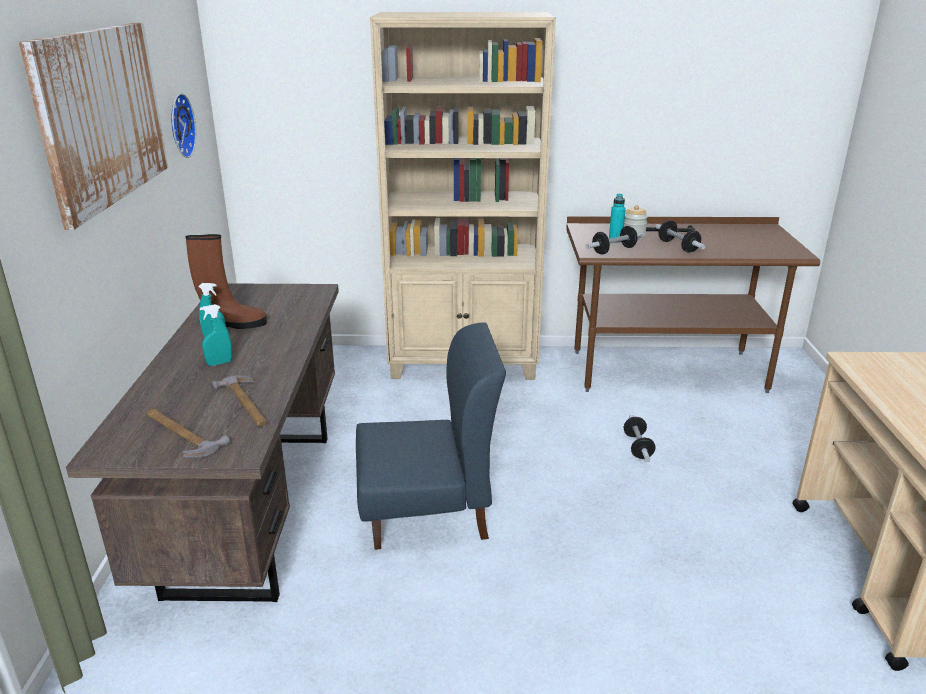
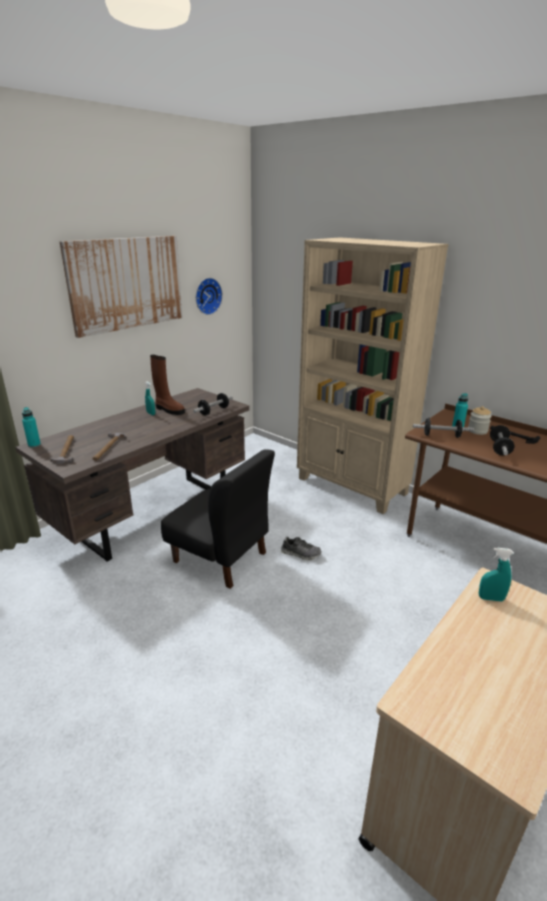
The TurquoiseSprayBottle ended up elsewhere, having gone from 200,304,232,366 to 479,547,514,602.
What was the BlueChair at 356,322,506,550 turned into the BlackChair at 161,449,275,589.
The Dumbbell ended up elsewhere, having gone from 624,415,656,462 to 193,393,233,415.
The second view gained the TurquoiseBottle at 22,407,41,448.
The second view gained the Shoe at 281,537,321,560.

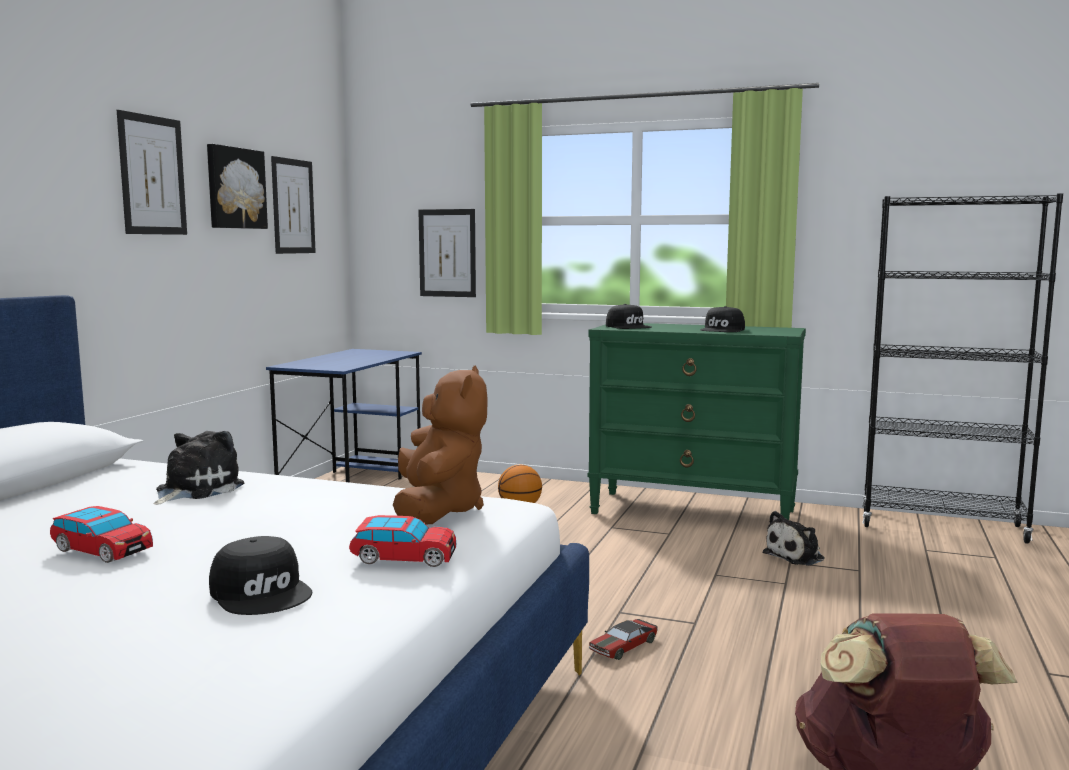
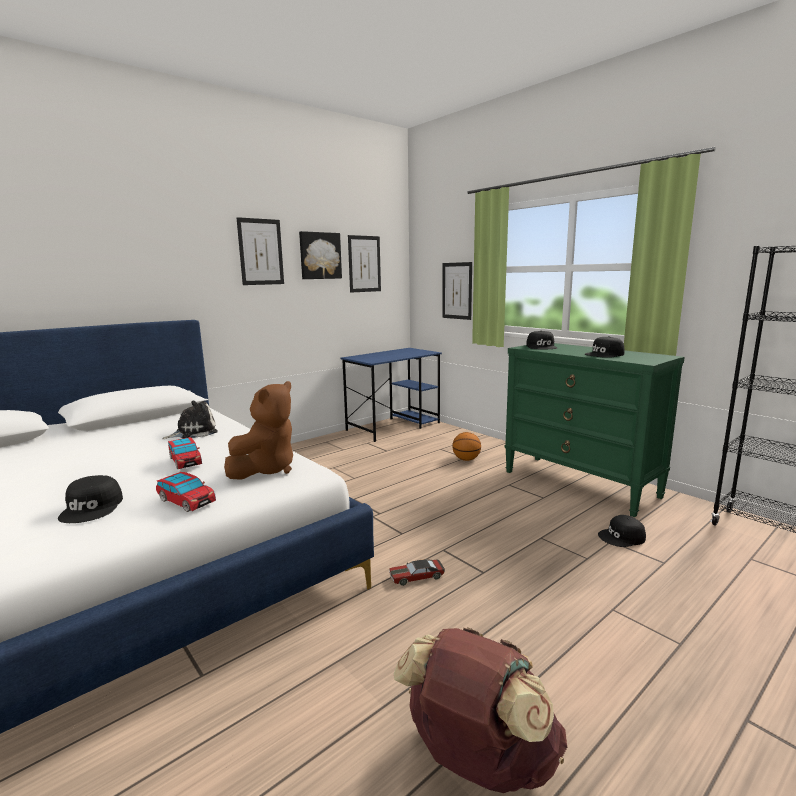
The ToyCar ended up elsewhere, having gone from 50,506,153,563 to 168,437,202,469.
Where the PlushToy stood at 763,511,825,566, the BlackCap came to stand at 598,515,646,547.

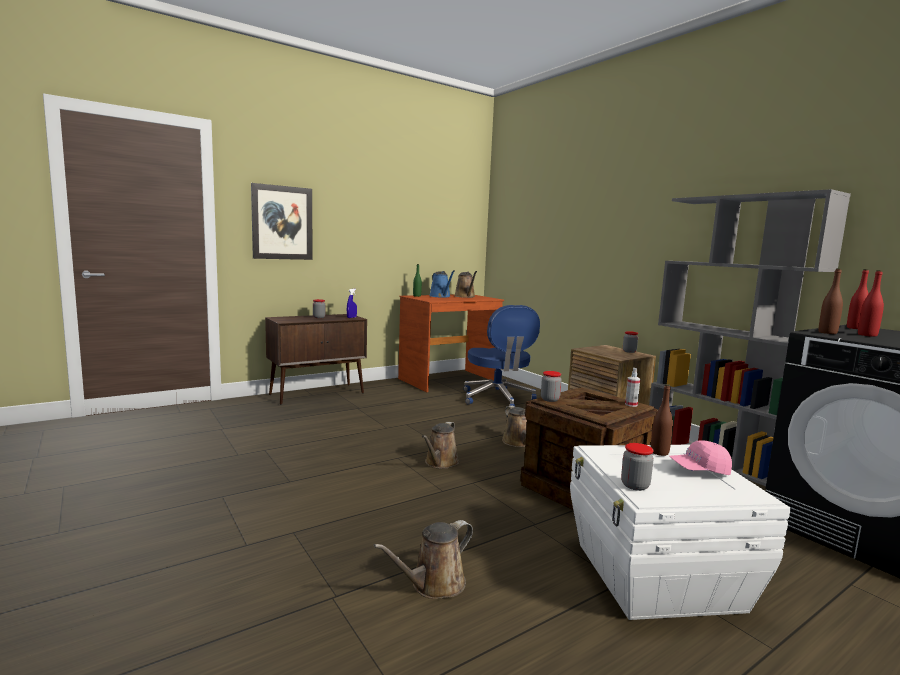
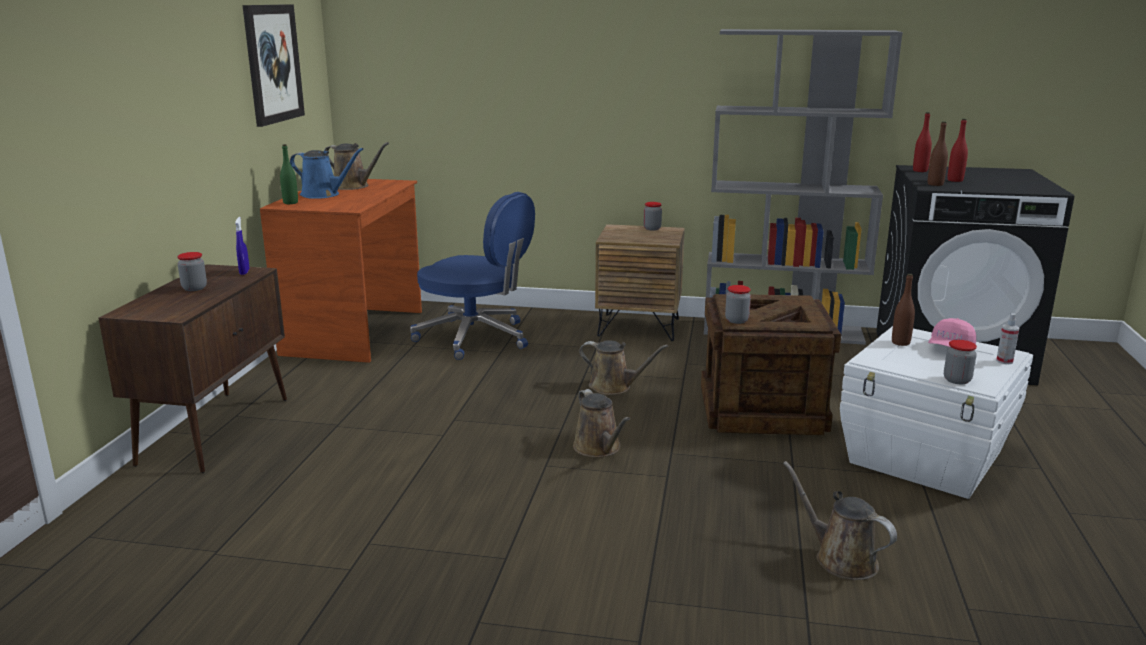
The Picture ended up elsewhere, having gone from 251,183,313,260 to 242,4,305,127.
The SprayBottle ended up elsewhere, having gone from 625,368,640,407 to 996,313,1019,364.
The BrownWateringCan at 373,520,473,599 ended up facing another way, 135 degrees clockwise from before.

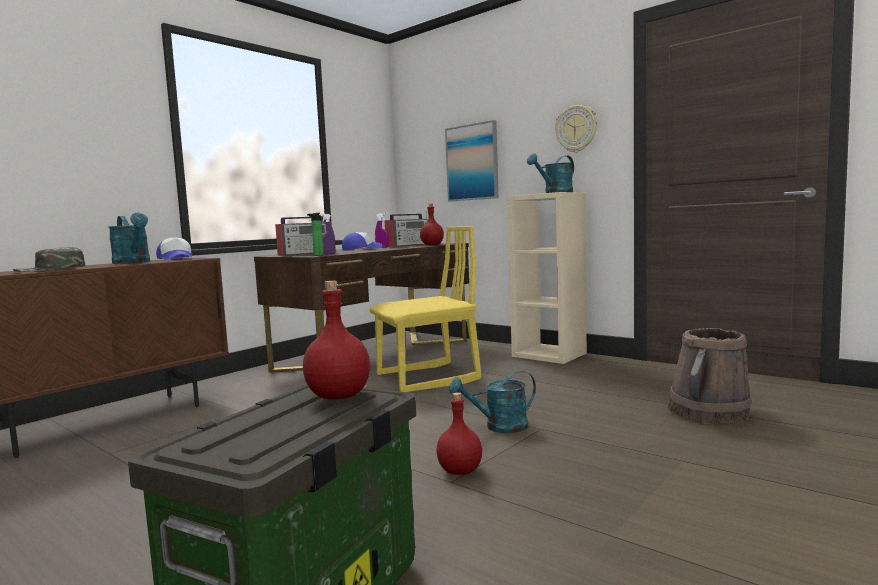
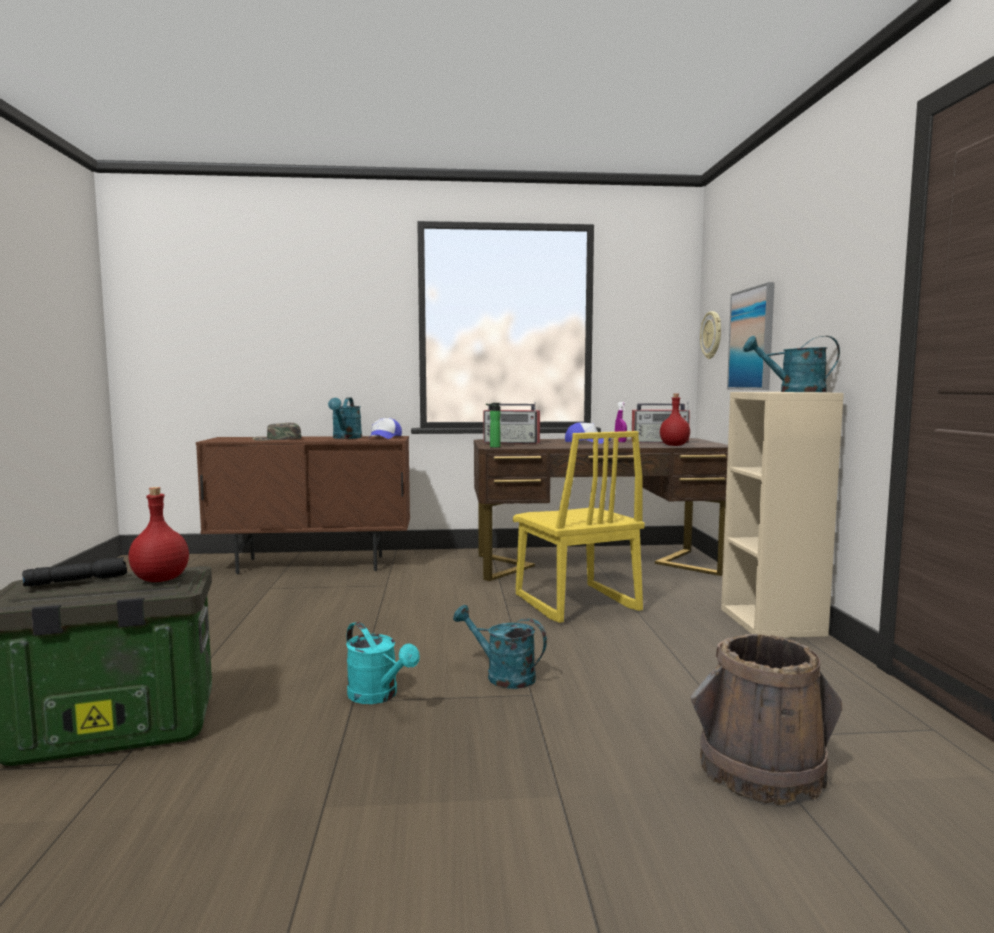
The WallClock ended up elsewhere, having gone from 555,105,598,153 to 700,311,721,359.
The second view lost the PurpleSprayBottle at 321,214,335,255.
The YellowChair at 369,226,482,392 ended up facing another way, 45 degrees clockwise from before.
Where the RedBottle stood at 436,393,482,475, the TurquoiseWateringCan came to stand at 346,622,420,704.
The second view gained the BlackFlashlight at 22,557,127,586.

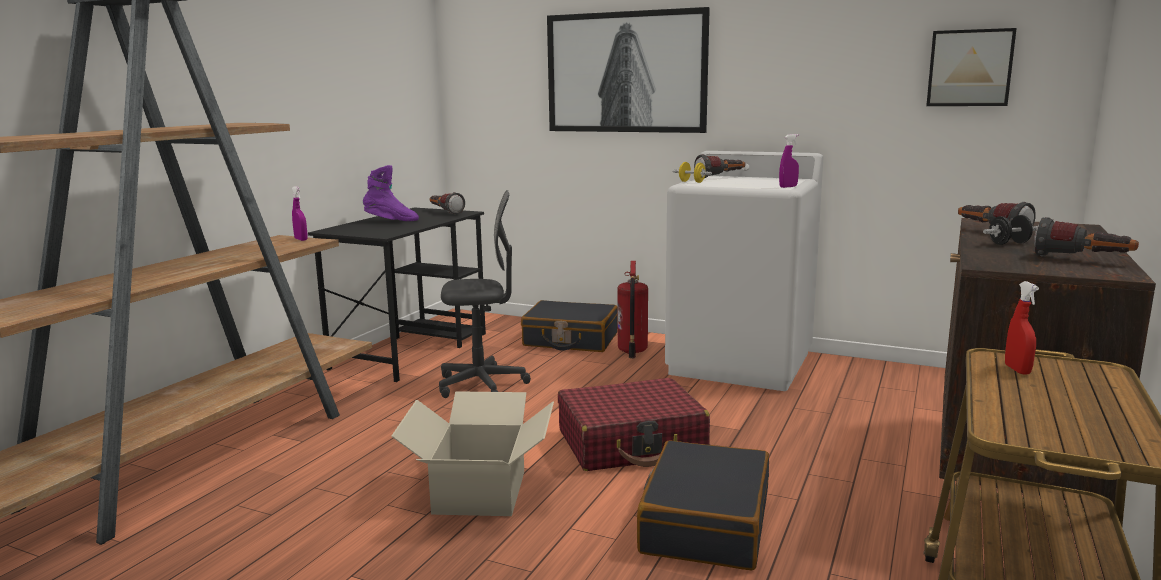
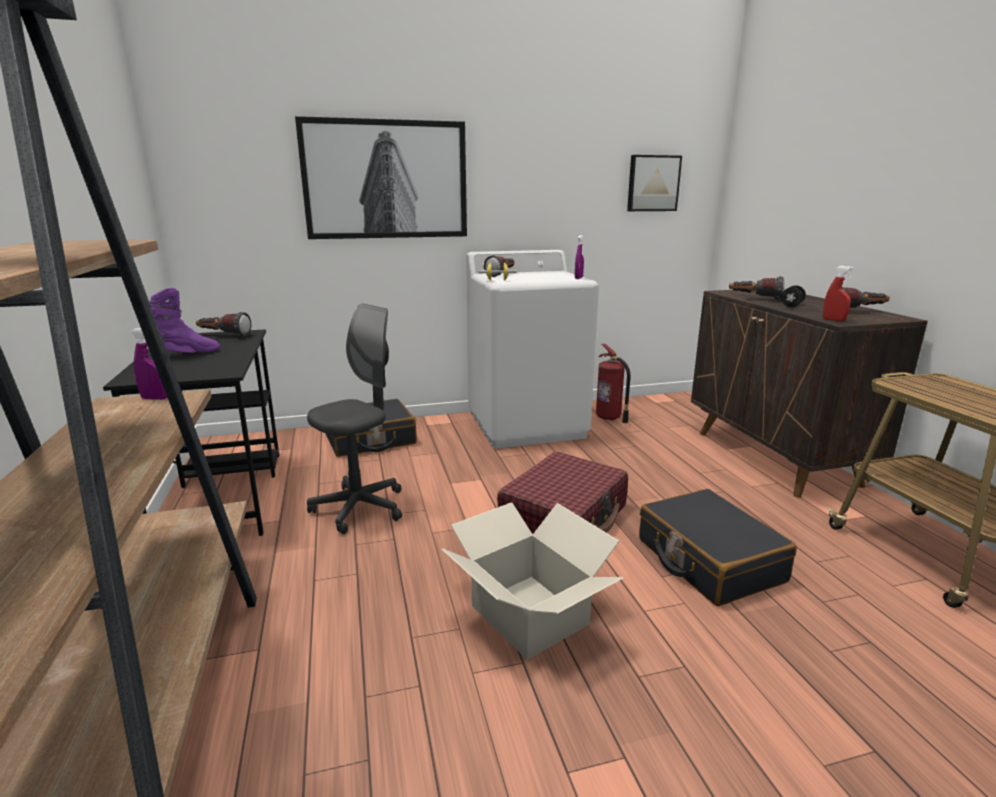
The FireExtinguisher ended up elsewhere, having gone from 618,261,648,359 to 596,344,631,423.
The RedSprayBottle ended up elsewhere, having gone from 1005,281,1039,374 to 823,266,855,321.

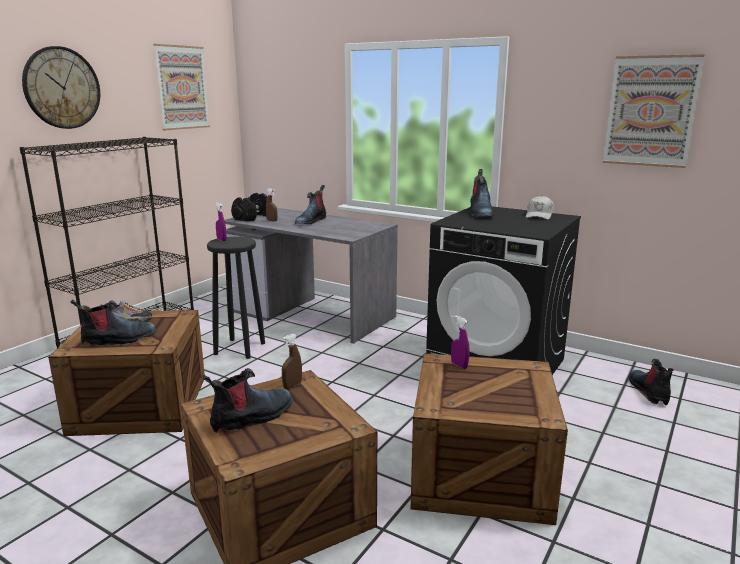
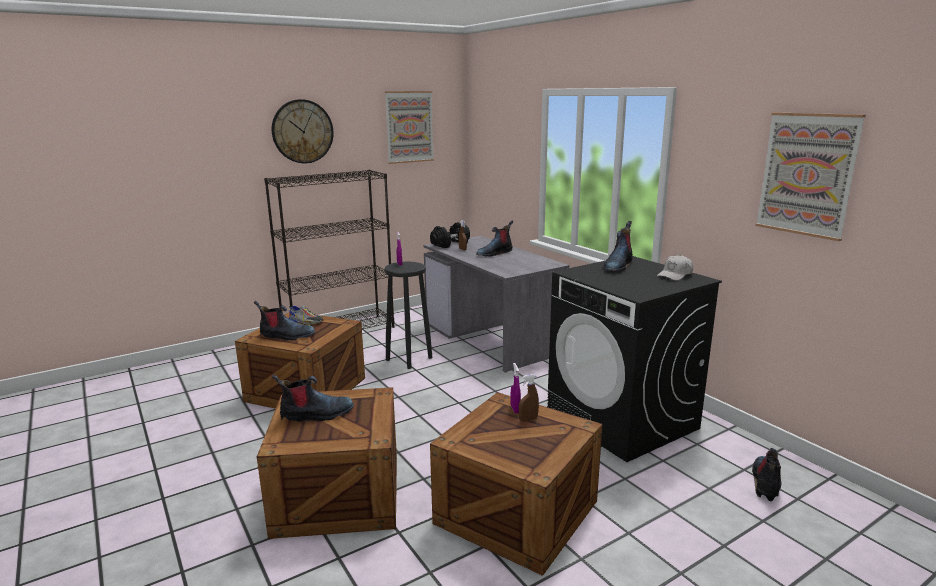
The BrownSprayBottle ended up elsewhere, having gone from 282,334,302,389 to 519,374,539,422.

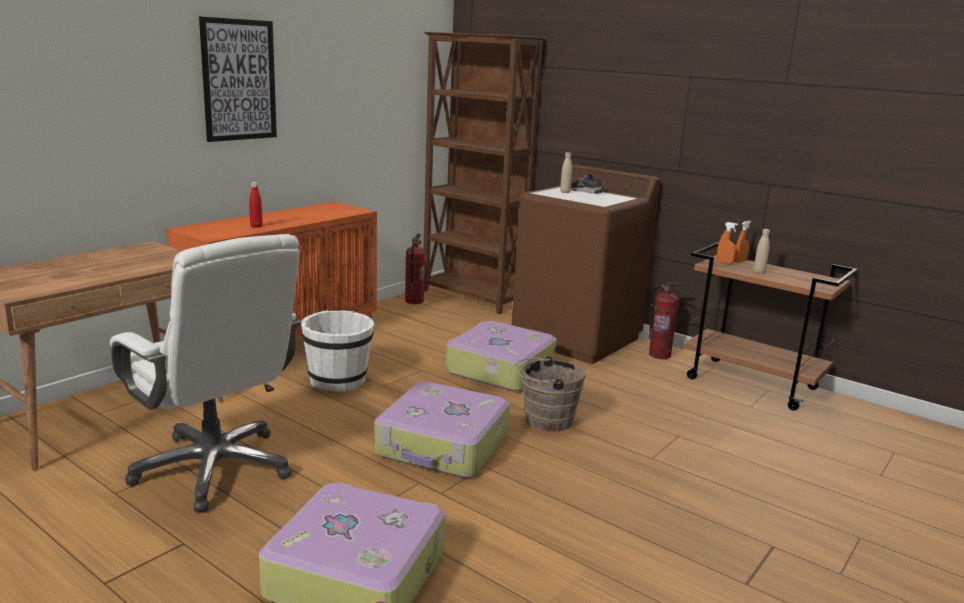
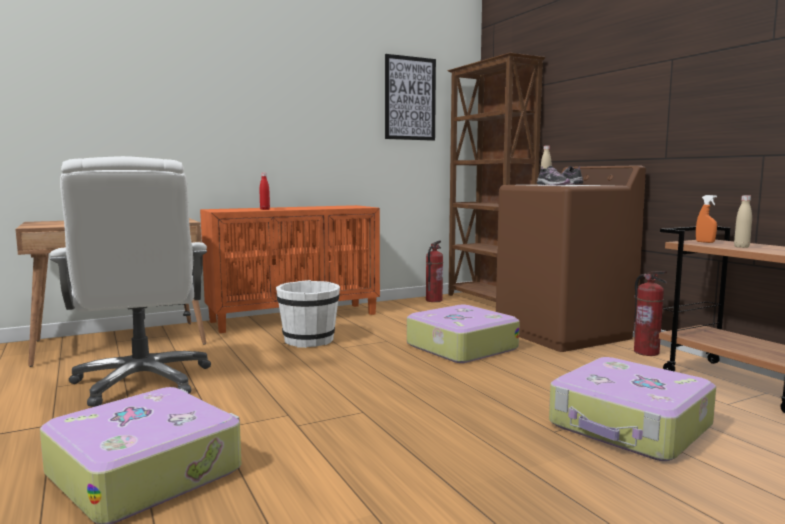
The Picture ended up elsewhere, having gone from 199,17,277,142 to 385,54,436,141.
The second view lost the OrangeSprayBottle at 734,221,751,263.
The second view lost the BrownBucket at 514,356,586,432.
The Suitcase ended up elsewhere, having gone from 375,382,510,478 to 549,357,716,461.
The second view gained the Shoe at 537,166,570,185.

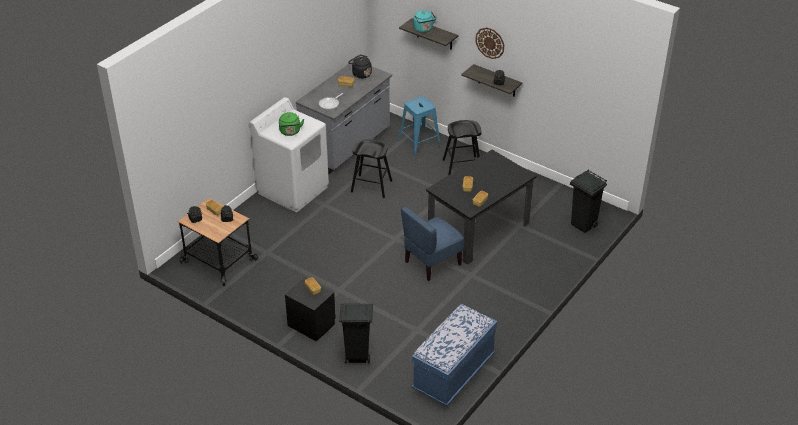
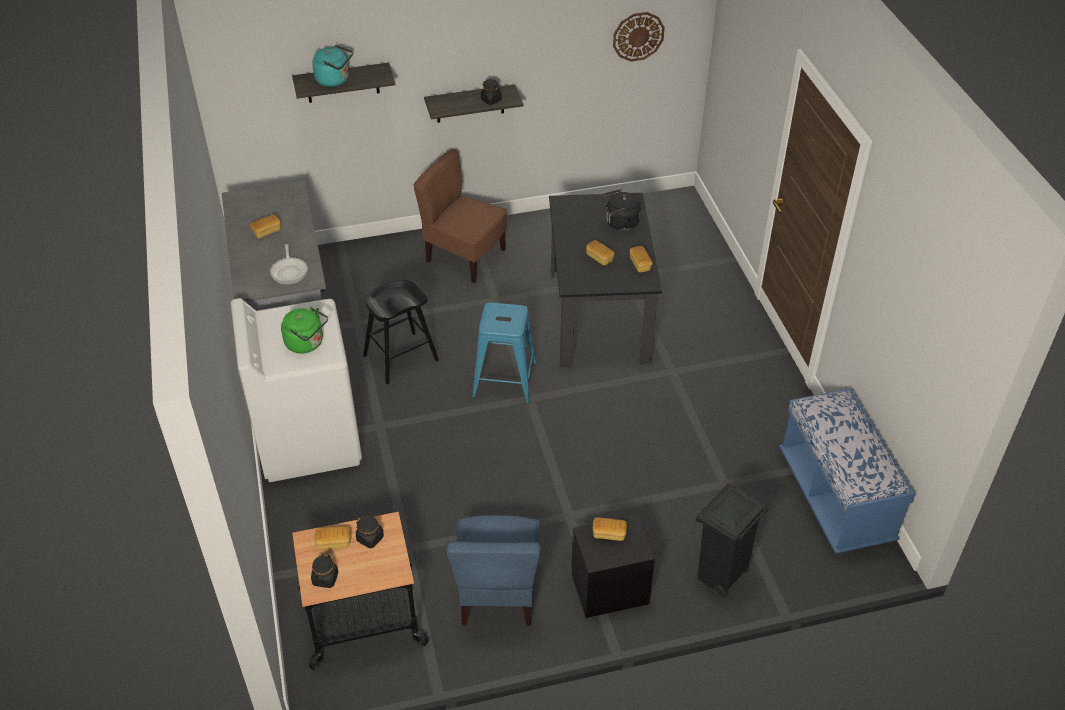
The WallClock ended up elsewhere, having gone from 475,28,504,59 to 613,12,665,62.
The BlackKettle ended up elsewhere, having gone from 348,55,372,79 to 602,189,641,231.
The BlueStool ended up elsewhere, having gone from 398,96,441,156 to 472,302,537,403.
Where the BlackStool stood at 443,120,482,176, the BrownChair came to stand at 413,150,507,283.
The second view lost the BlackTrashCan at 570,170,607,233.
The BlueChair ended up elsewhere, having gone from 401,206,464,281 to 446,515,541,626.

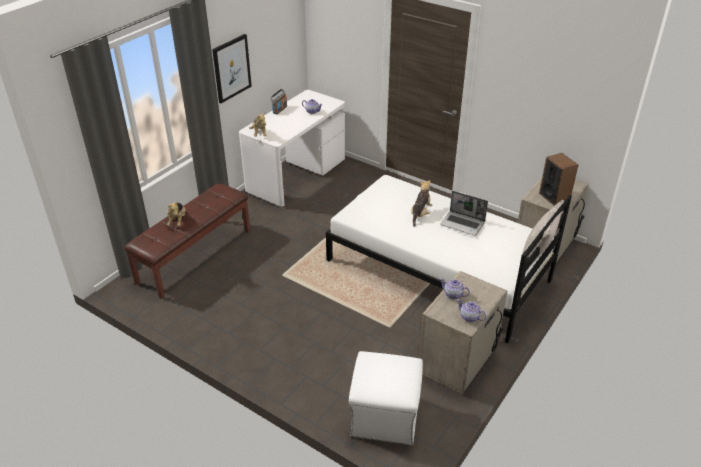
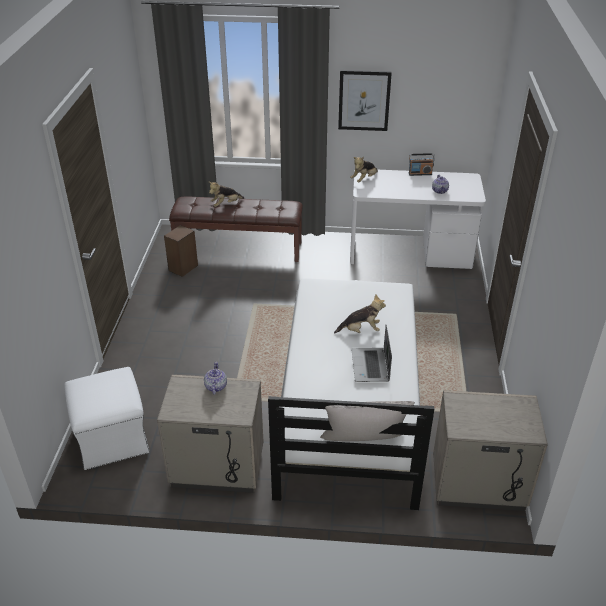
The Speaker ended up elsewhere, having gone from 539,153,578,206 to 164,225,198,277.
The second view lost the Teapot at 457,299,486,322.

